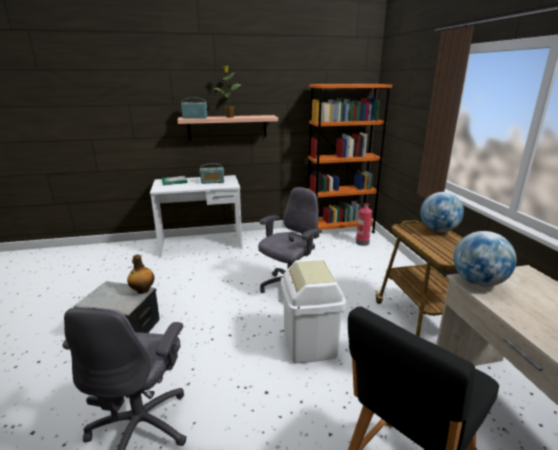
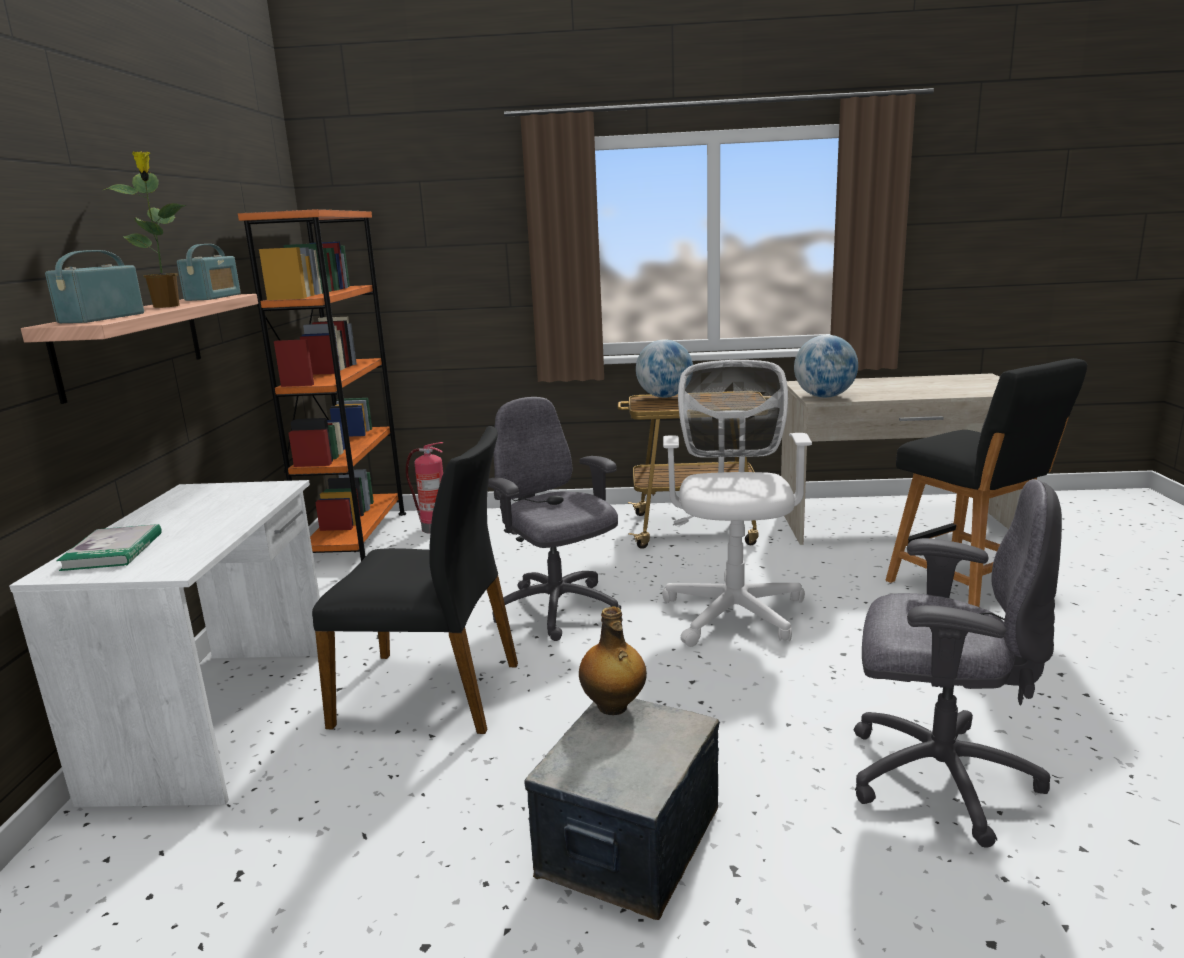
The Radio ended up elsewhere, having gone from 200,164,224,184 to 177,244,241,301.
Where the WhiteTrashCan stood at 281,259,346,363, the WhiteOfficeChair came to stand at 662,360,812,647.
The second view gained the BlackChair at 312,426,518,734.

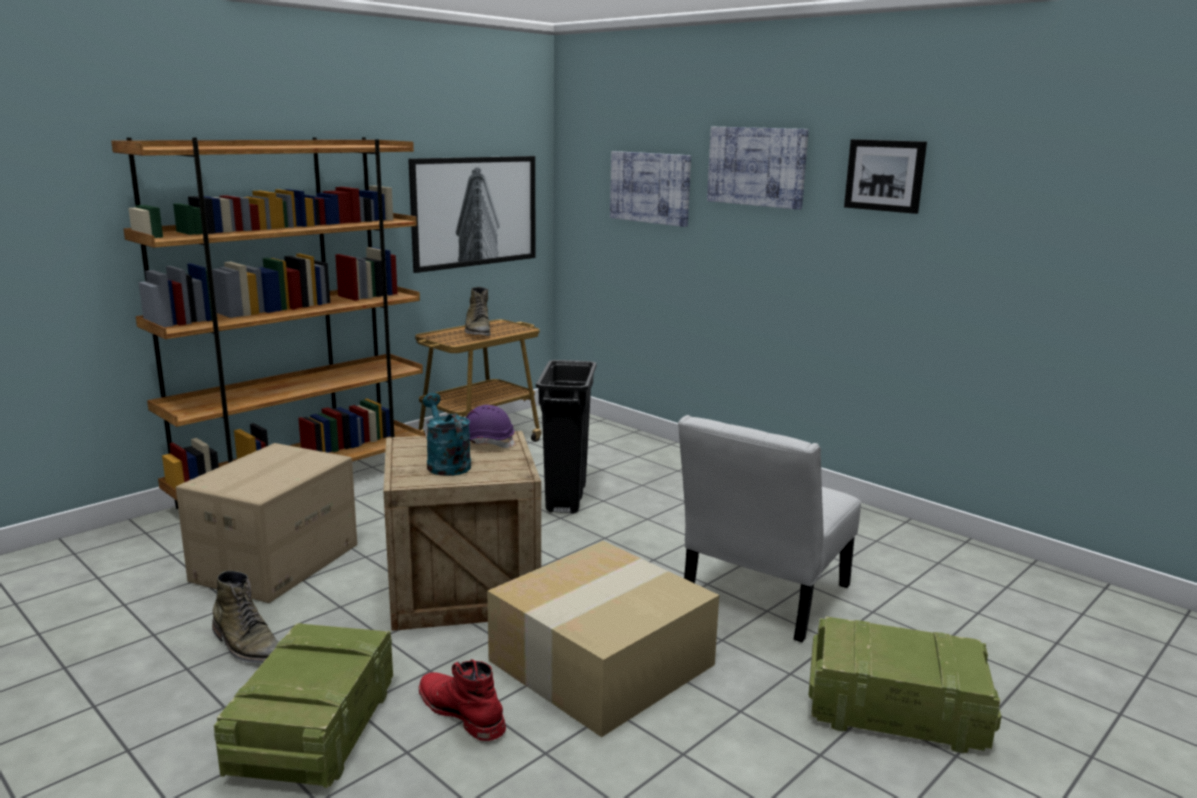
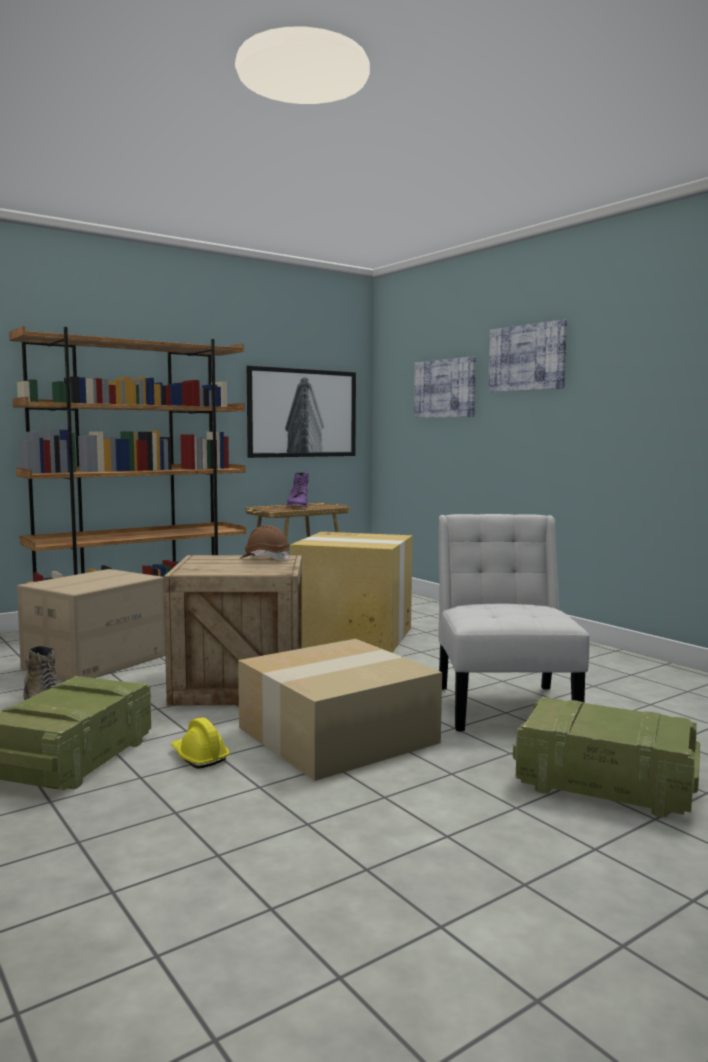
The second view lost the Picture at 844,139,927,214.
What was the GreenBoot at 465,287,491,336 turned into the PurpleBoot at 287,472,309,508.
Where the BlackTrashCan stood at 536,360,597,514, the CardboardBox came to stand at 290,532,413,653.
The second view lost the TurquoiseWateringCan at 422,393,471,476.
What was the PurpleHardHat at 466,405,515,448 turned into the BrownHardHat at 240,525,290,561.
The WhiteChair at 678,415,861,642 ended up facing another way, 135 degrees clockwise from before.
Where the RedBoot stood at 419,659,506,741, the YellowHardHat came to stand at 171,717,230,769.

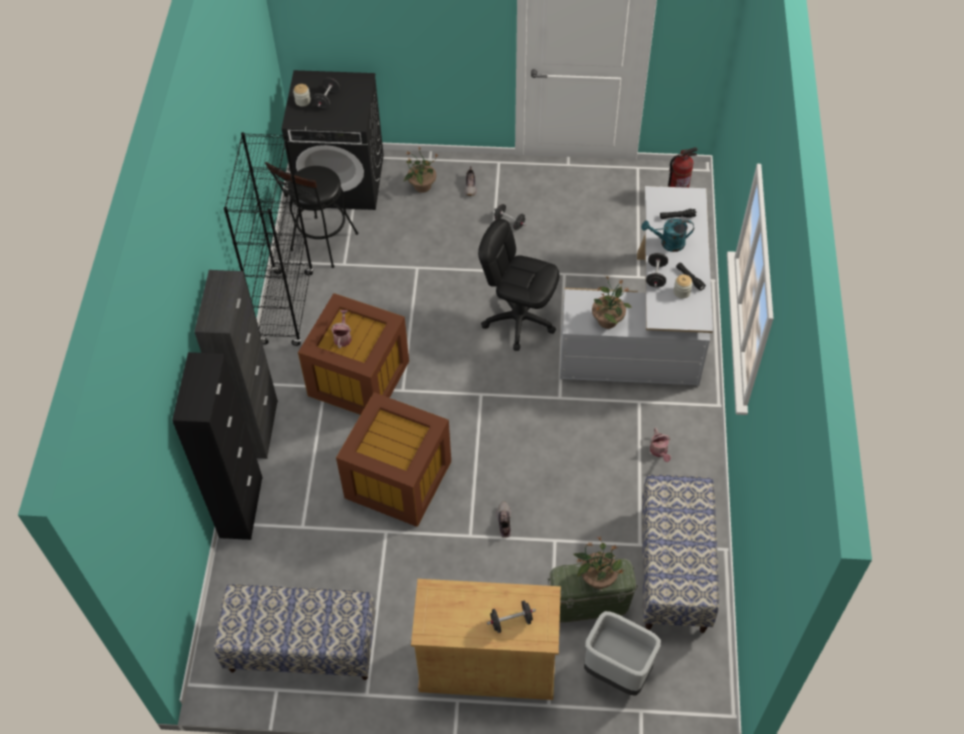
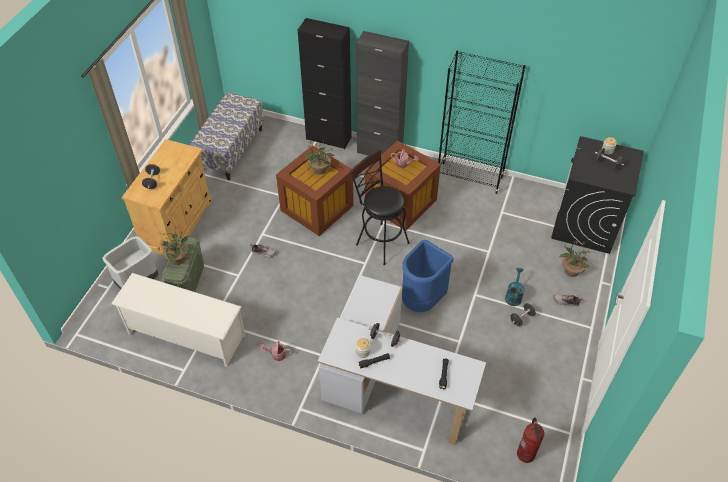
The BlackStool ended up elsewhere, having gone from 265,162,358,268 to 350,149,410,265.
The TurquoiseWateringCan ended up elsewhere, having gone from 642,218,694,252 to 505,268,525,306.
Where the BlackOfficeChair stood at 478,219,559,351, the BlueTrashCan came to stand at 402,240,454,312.
The PottedPlant ended up elsewhere, having gone from 592,275,632,329 to 305,141,335,175.
Where the Bench stood at 642,475,719,633, the WhiteShoeRack came to stand at 111,273,246,367.

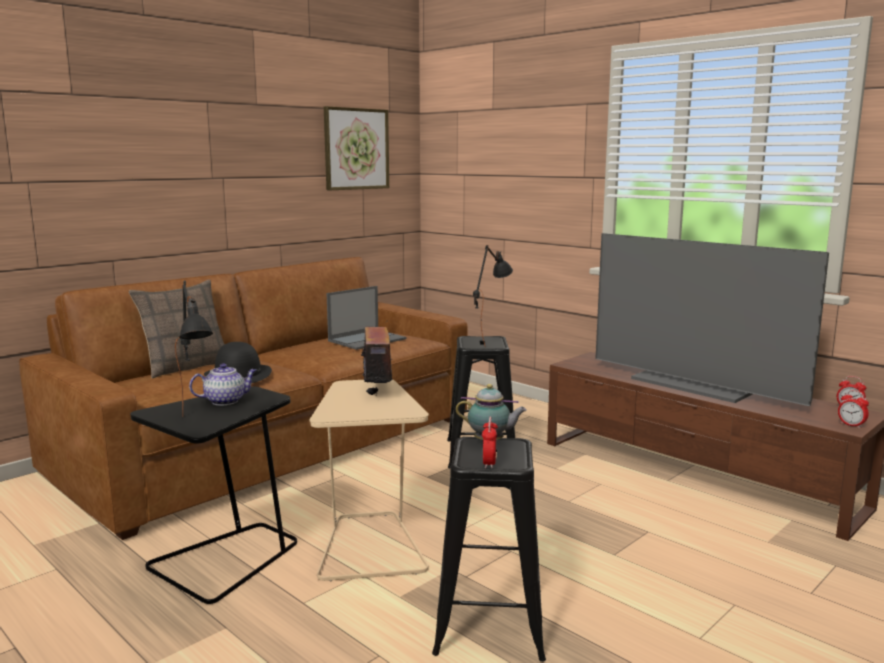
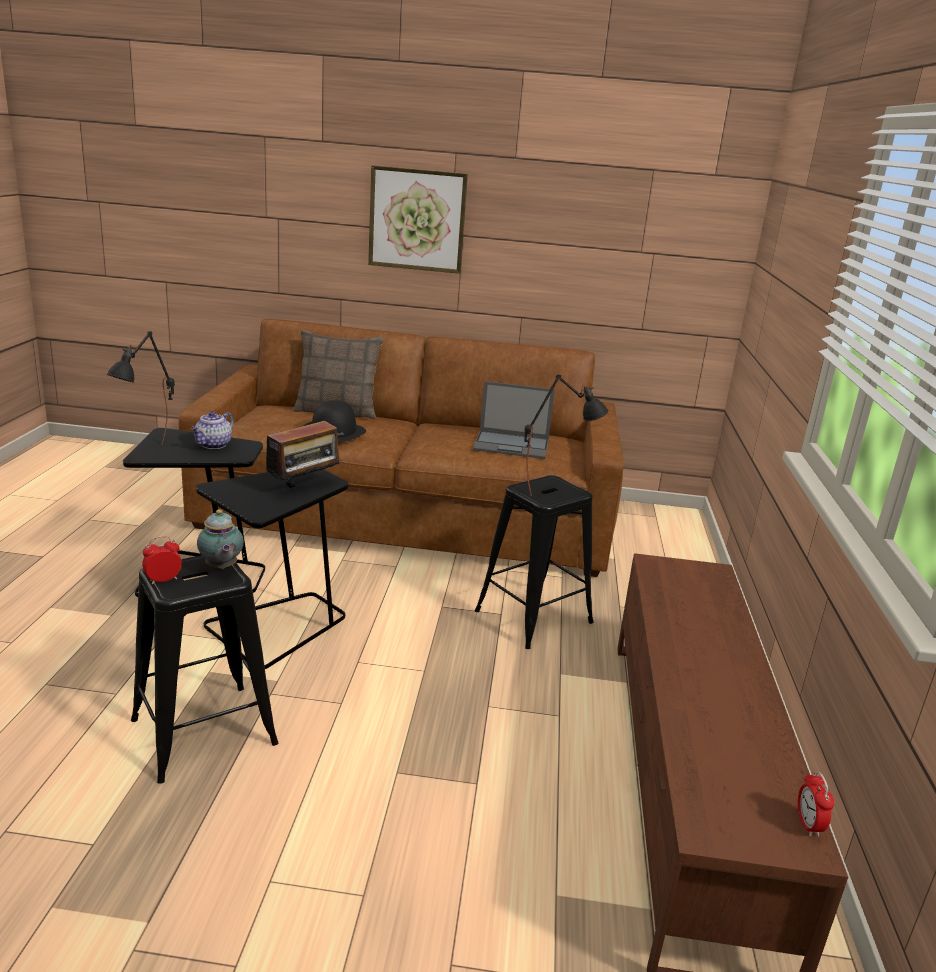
The Picture ended up elsewhere, having gone from 324,106,389,190 to 368,165,468,274.
The second view lost the Television at 595,233,829,406.
The Teapot at 189,363,257,405 ended up facing another way, 90 degrees clockwise from before.
What was the BeigeSideTable at 309,380,429,581 turned into the BlackSideTable at 196,469,348,669.
The second view lost the AlarmClock at 838,390,869,428.

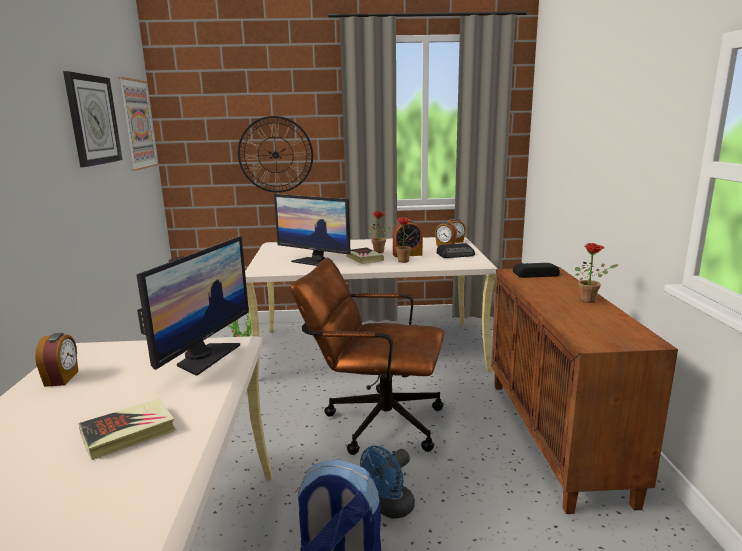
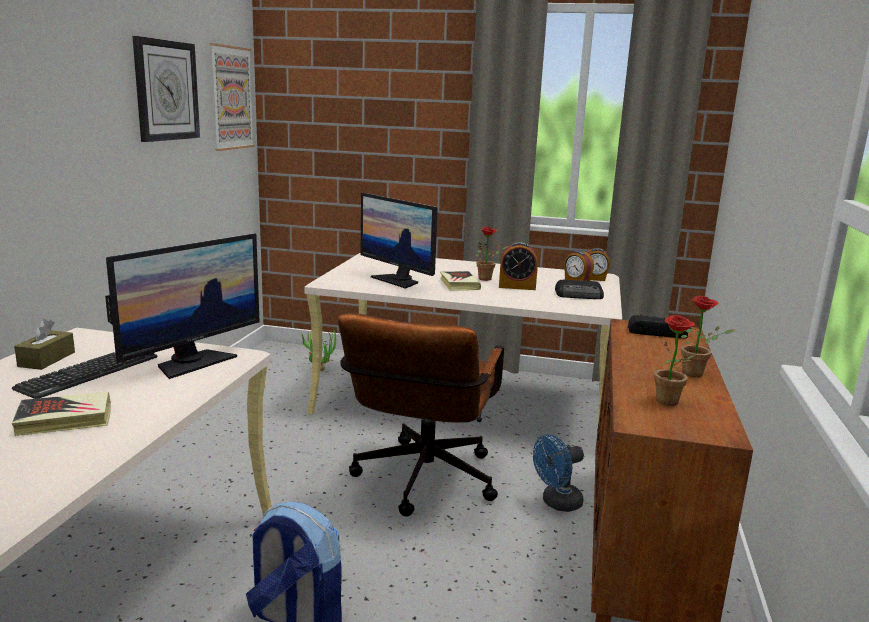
The second view lost the WallClock at 238,116,313,193.
The PottedPlant ended up elsewhere, having gone from 394,217,413,263 to 654,315,695,406.
The BrownOfficeChair at 291,258,444,455 ended up facing another way, 105 degrees counterclockwise from before.
Where the AlarmClock stood at 35,333,78,387, the BrownTissueBox came to stand at 14,319,75,370.
The BlueFan ended up elsewhere, having gone from 360,446,415,519 to 533,434,584,512.
The second view gained the Keyboard at 12,352,157,399.

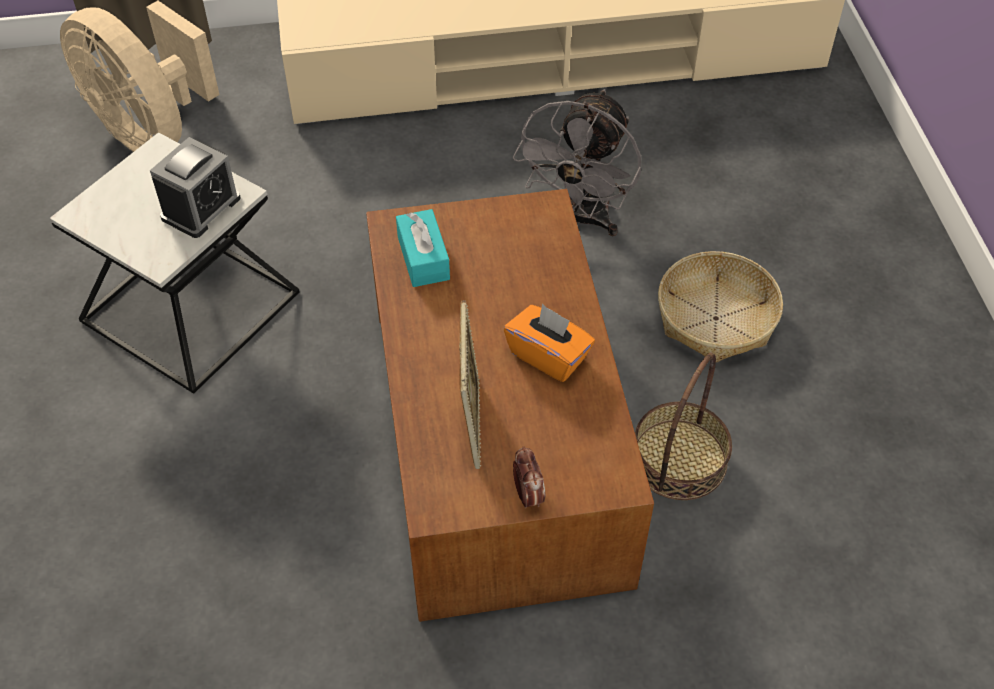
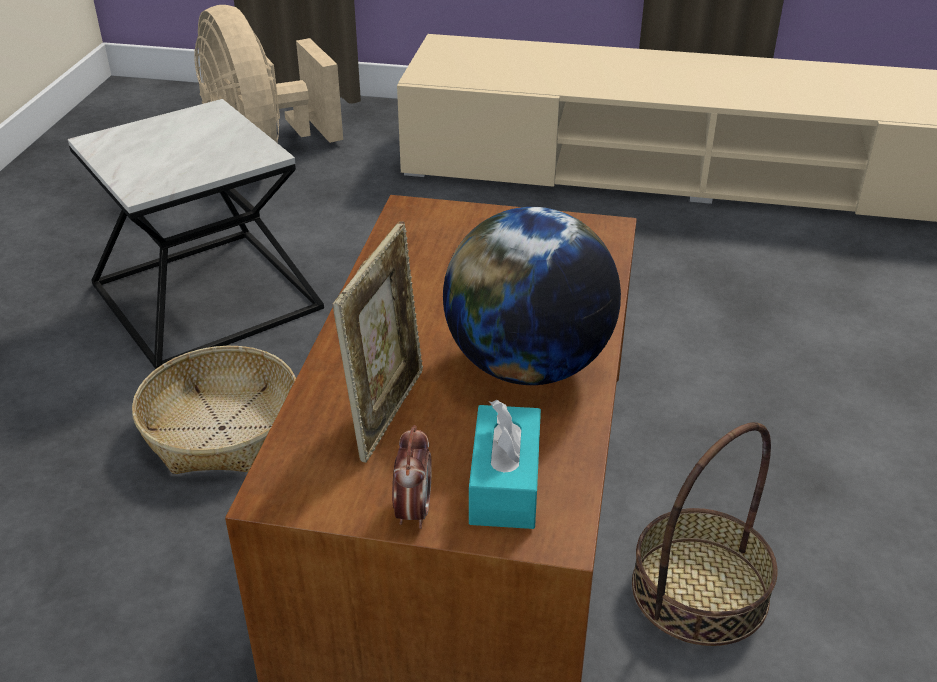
The second view lost the GreyFan at 513,89,641,237.
The second view lost the AlarmClock at 150,137,241,238.
The TurquoiseTissueBox ended up elsewhere, having gone from 396,209,450,287 to 469,400,541,529.
The Basket ended up elsewhere, having gone from 658,251,783,362 to 132,346,296,474.
Where the OrangeTissueBox stood at 504,303,595,382, the Globe came to stand at 443,207,621,385.

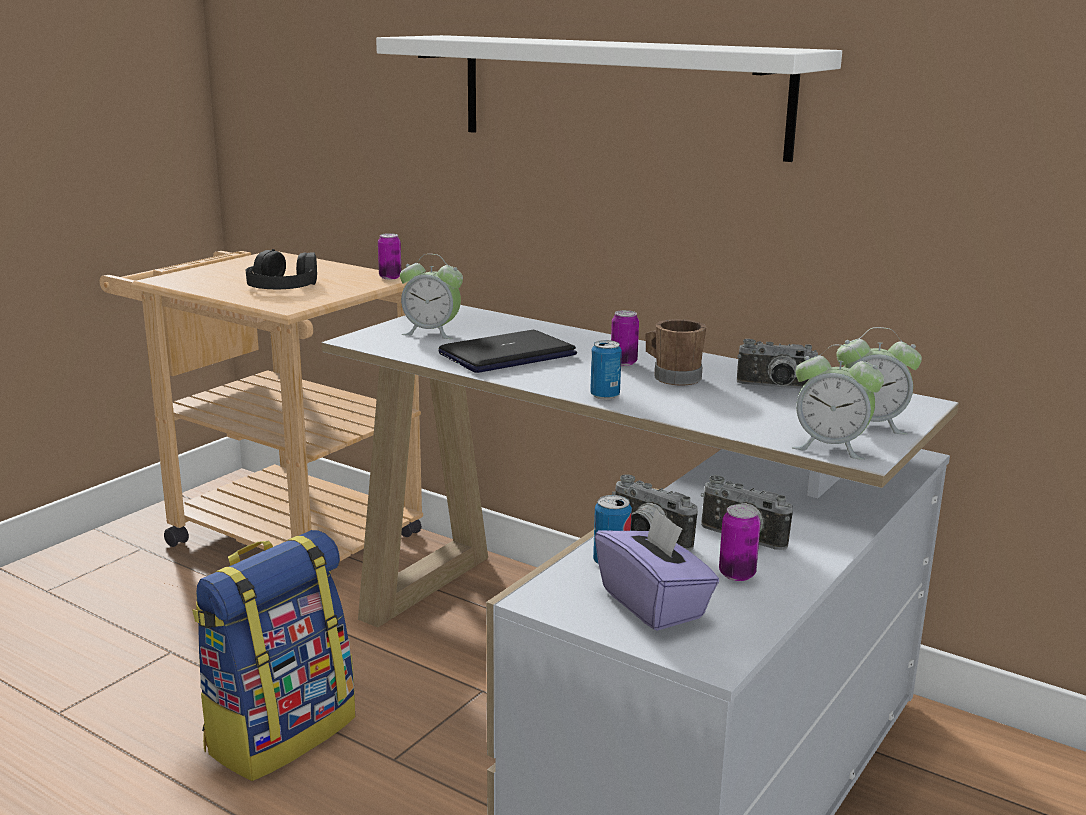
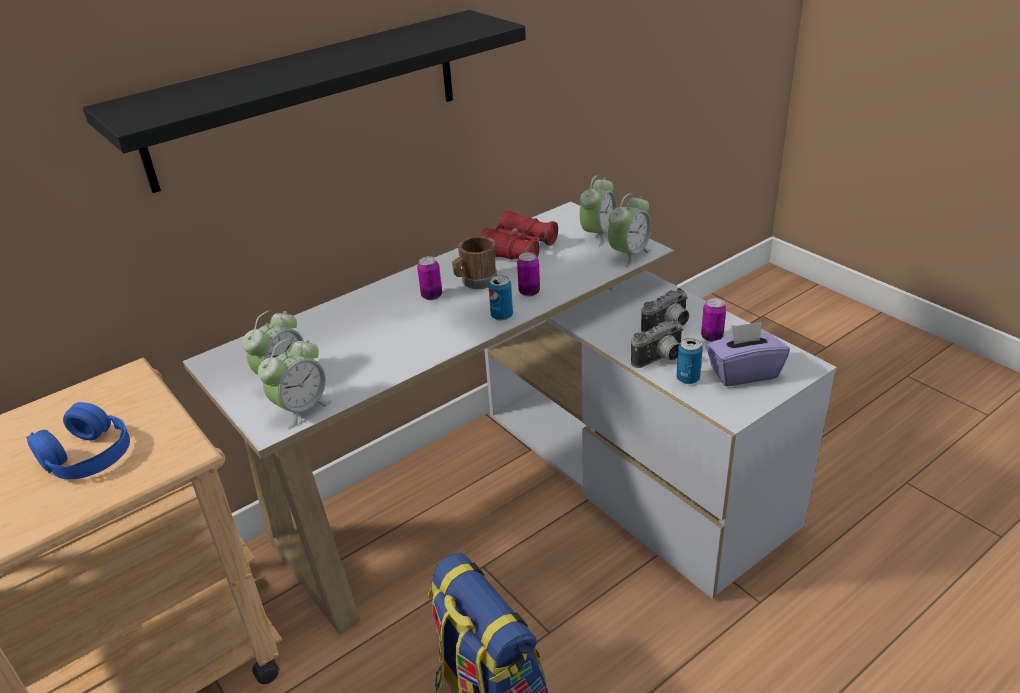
What was the WhiteShelf at 376,35,842,162 turned into the BlackShelf at 83,10,526,193.
The Can ended up elsewhere, having gone from 378,233,401,279 to 517,252,540,297.
What was the BlackHeadphones at 246,249,317,289 turned into the BlueHeadphones at 26,402,130,479.
The second view lost the Laptop at 439,330,577,373.
Where the PhotoCamera stood at 737,339,818,389, the RedBinoculars came to stand at 480,211,558,260.
The second view gained the AlarmClock at 258,338,332,429.

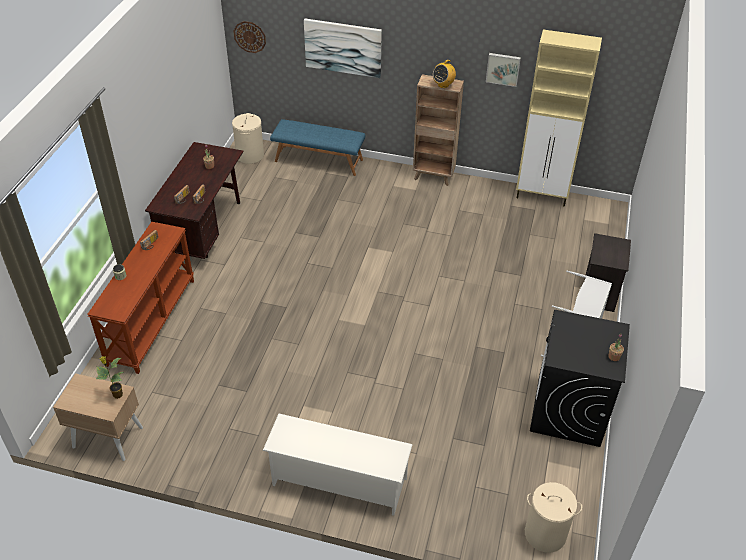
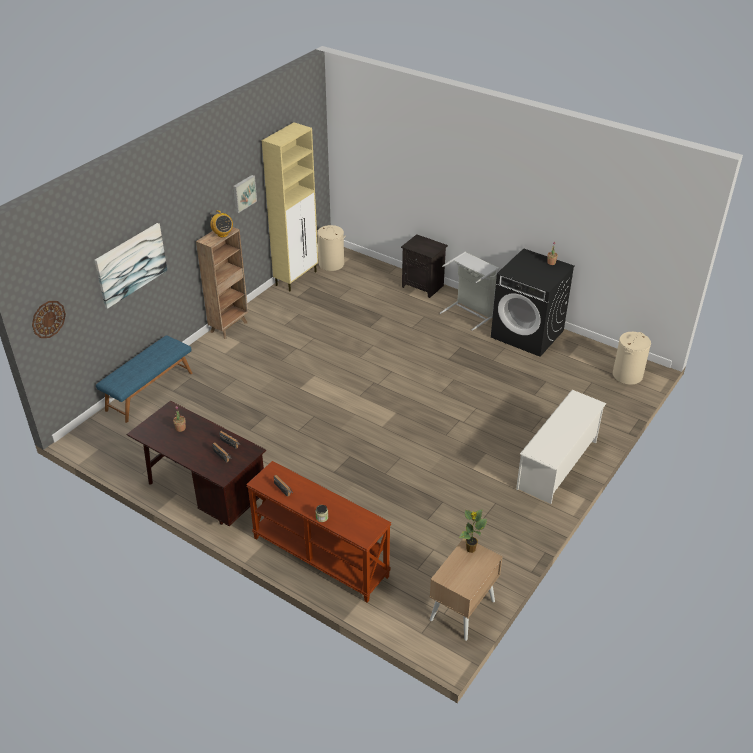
The BeigeLaundryBasket ended up elsewhere, having gone from 232,113,264,164 to 317,225,346,271.

